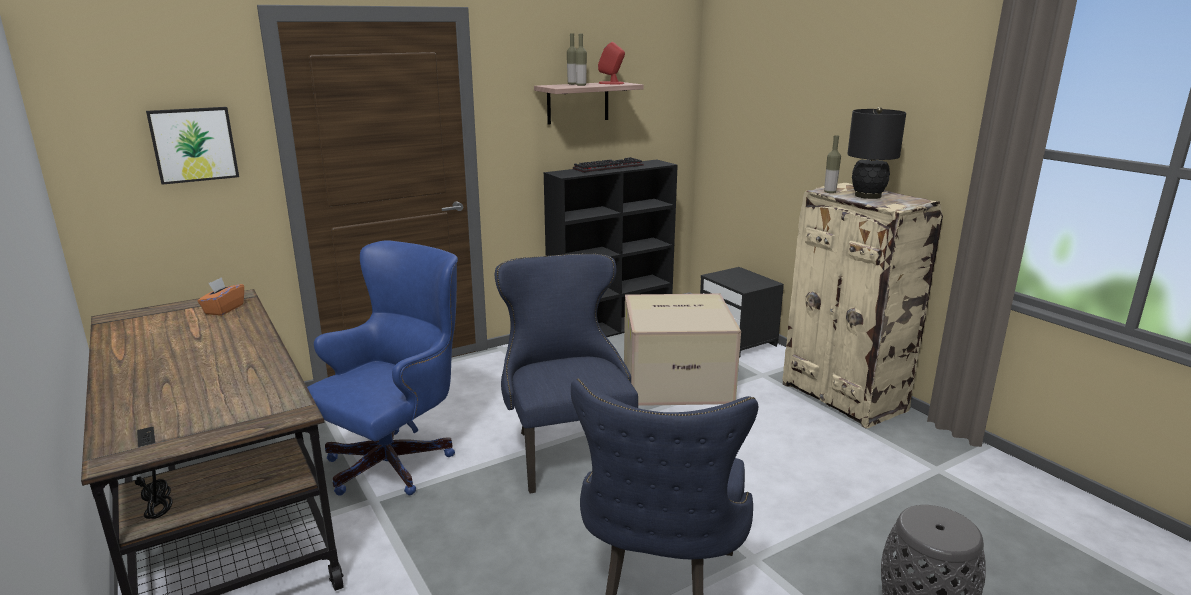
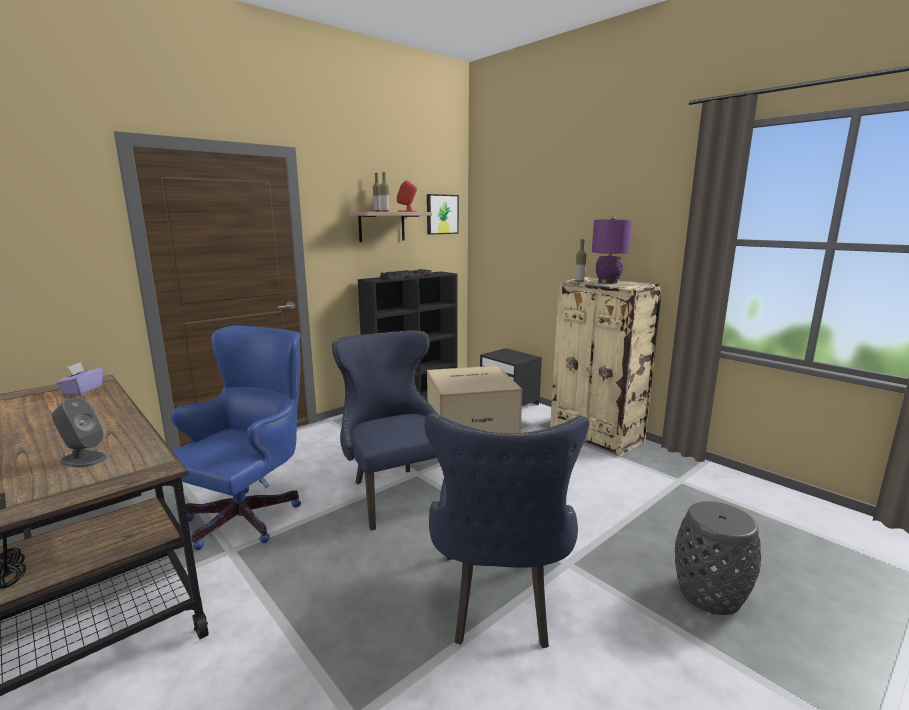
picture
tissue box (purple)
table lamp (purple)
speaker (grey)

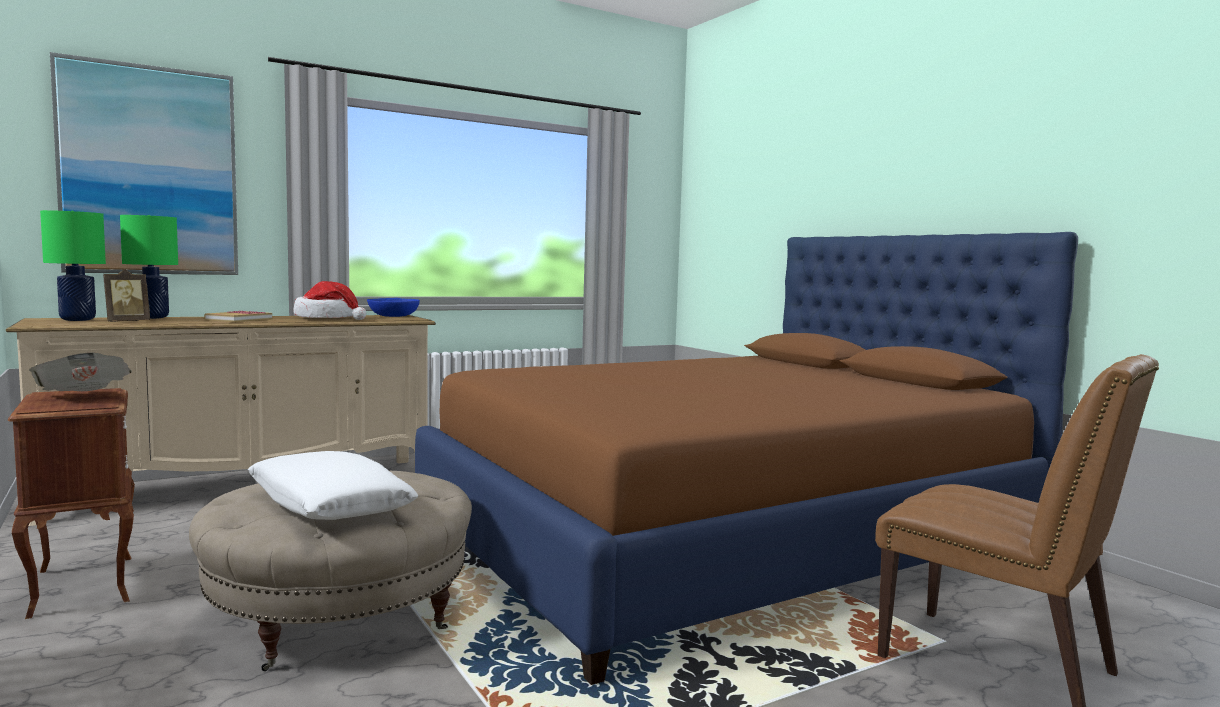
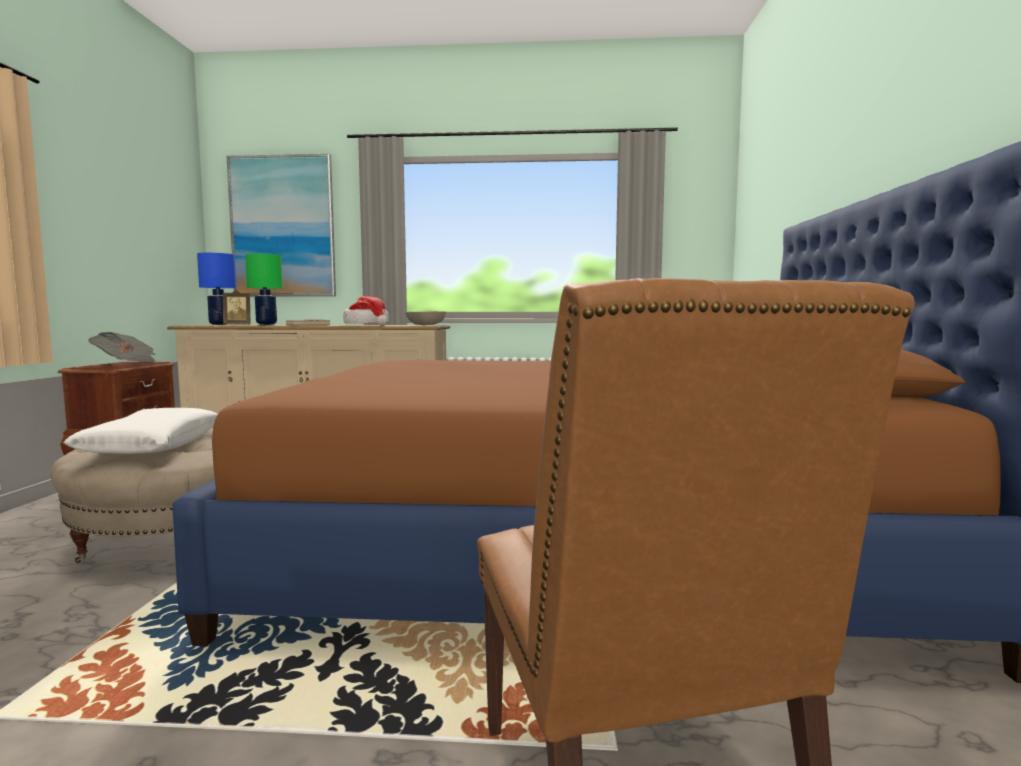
table lamp (blue)
bowl (grey)

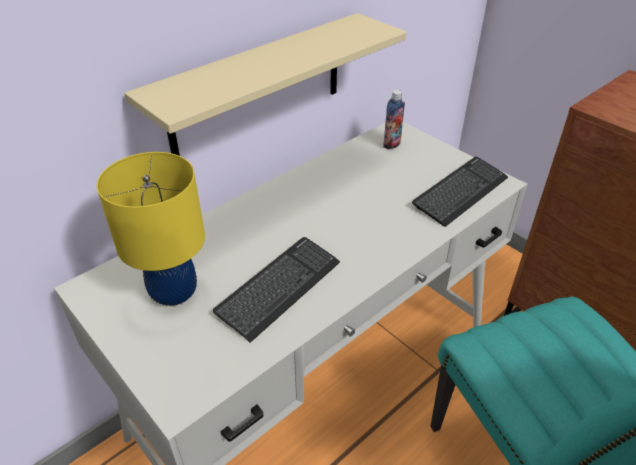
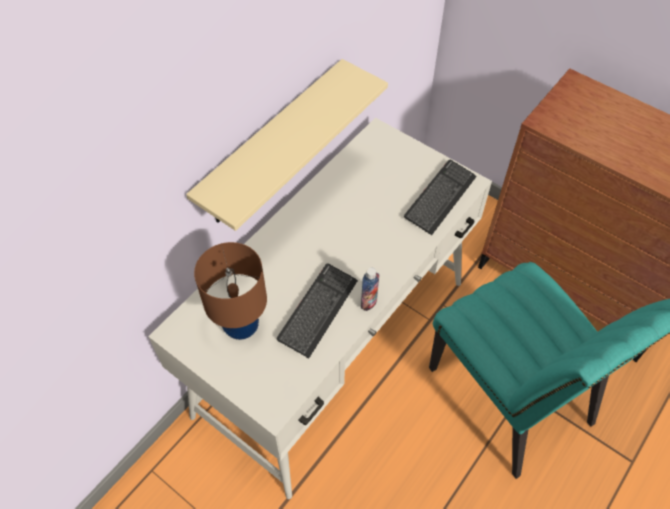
table lamp (brown)
bottle

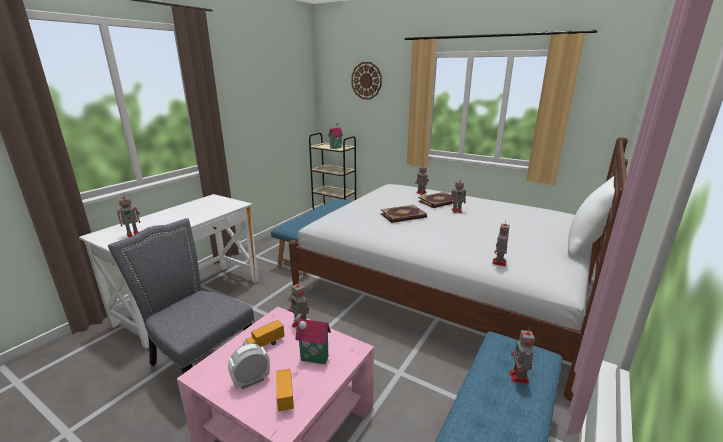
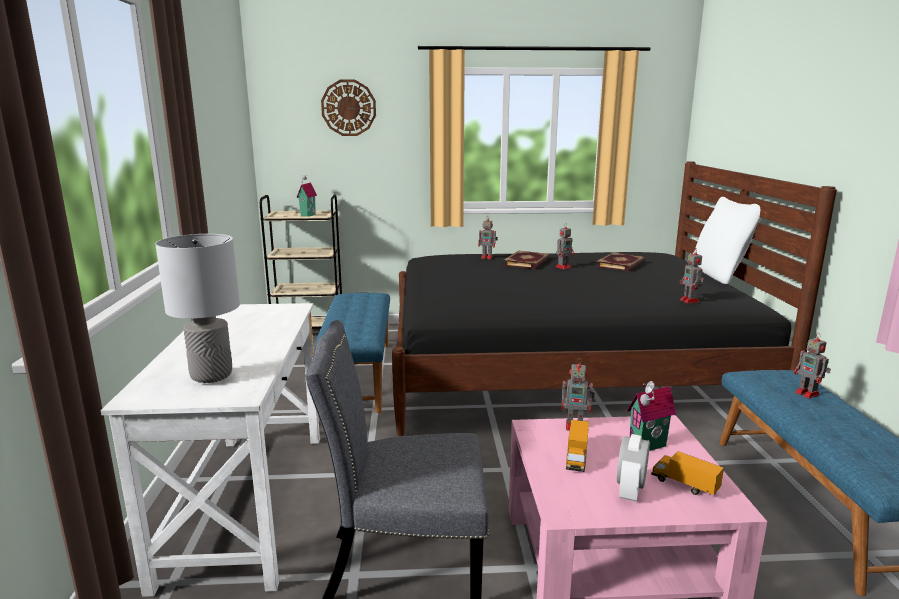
table lamp (grey)
bed (black)
book (no. 2 from left)

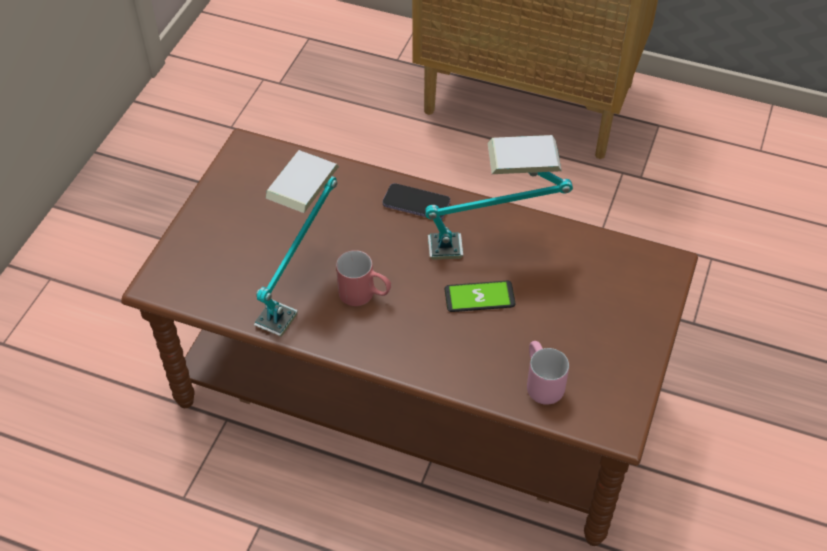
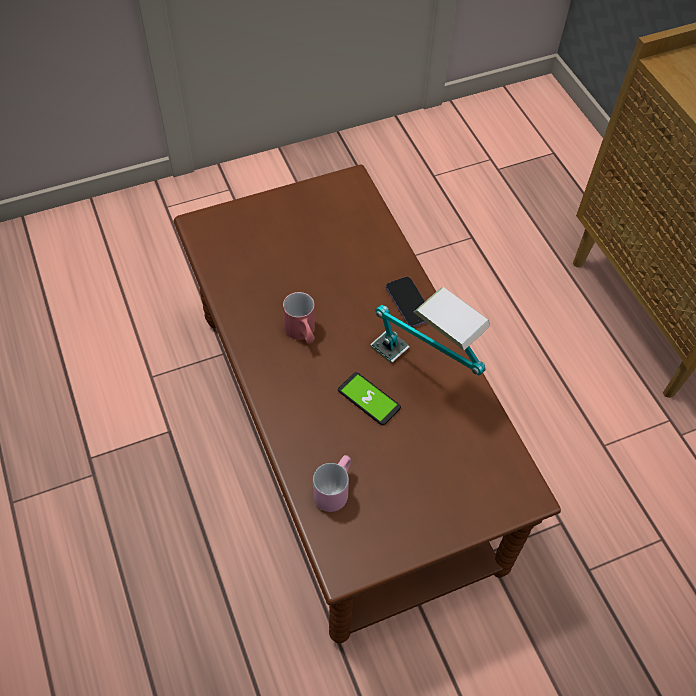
table lamp (no. 1 from left in the first image)

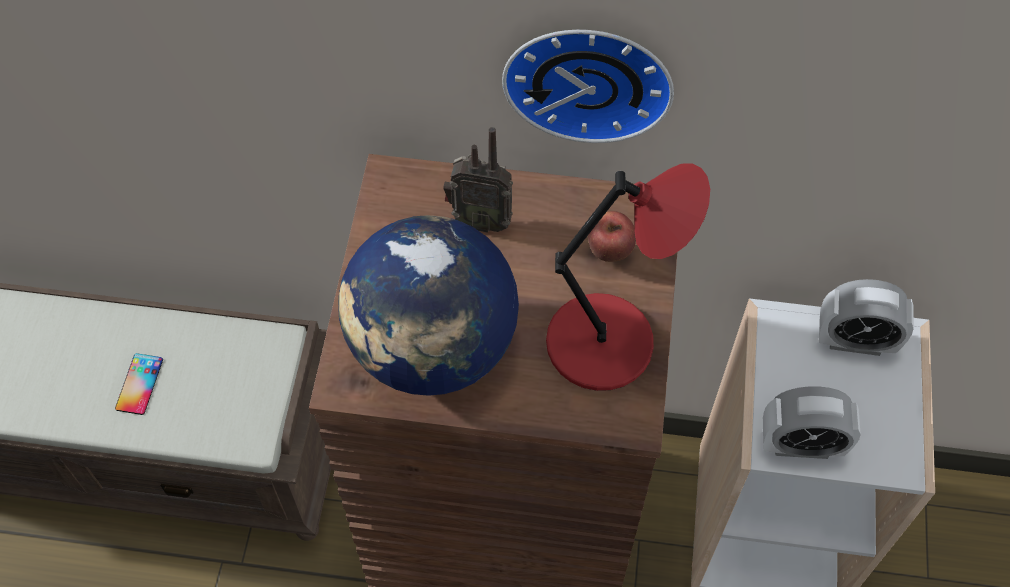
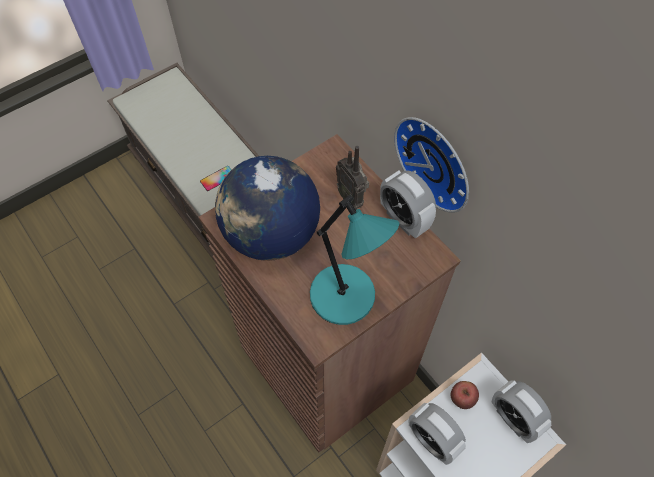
table lamp (turquoise)
apple
alarm clock (no. 1 from left)

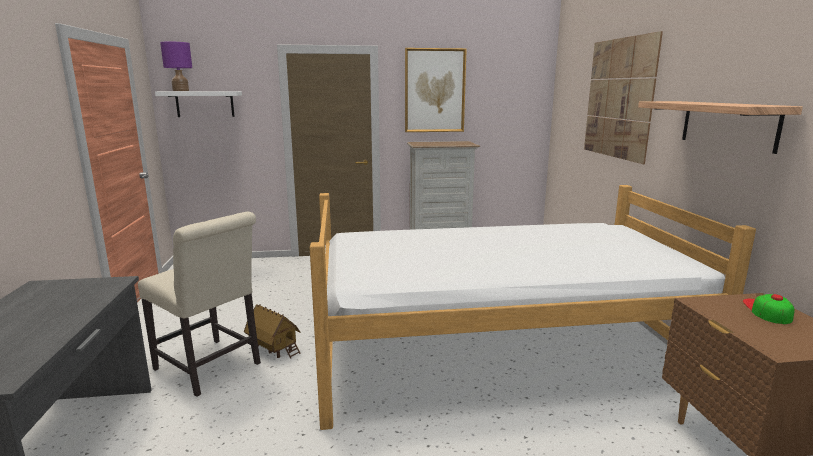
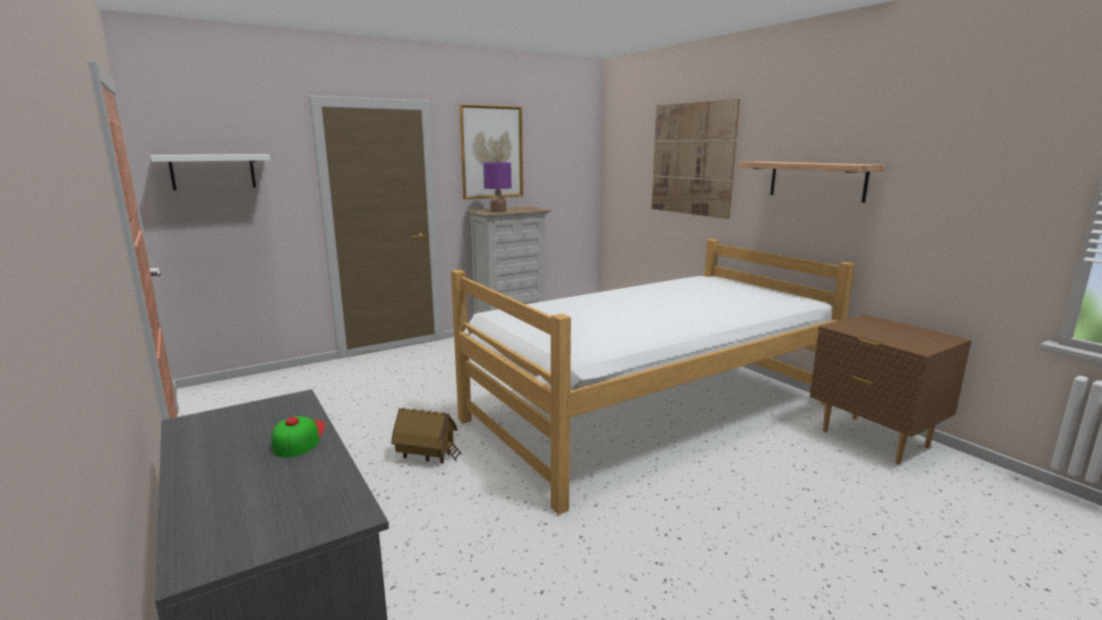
chair (beige)
table lamp (purple)
cap

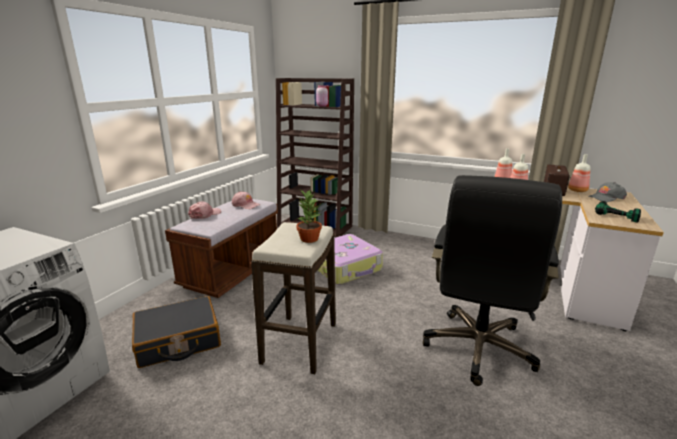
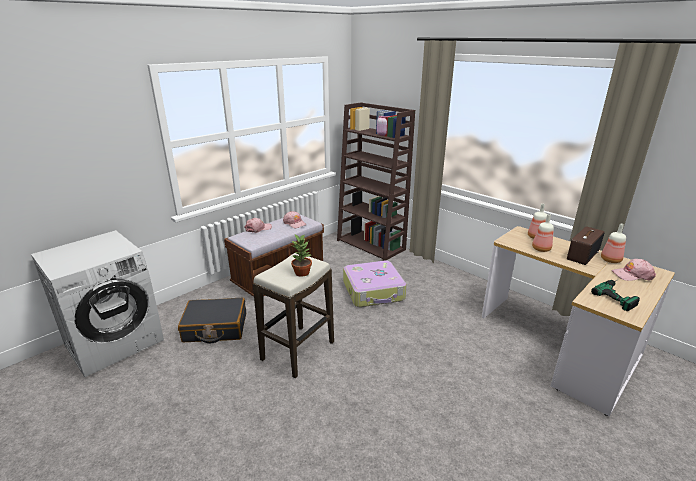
office chair (black)
cap (pink) (no. 3 from left)

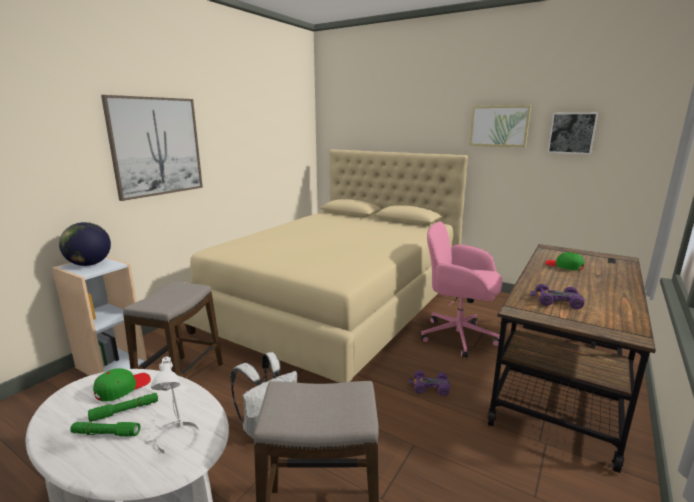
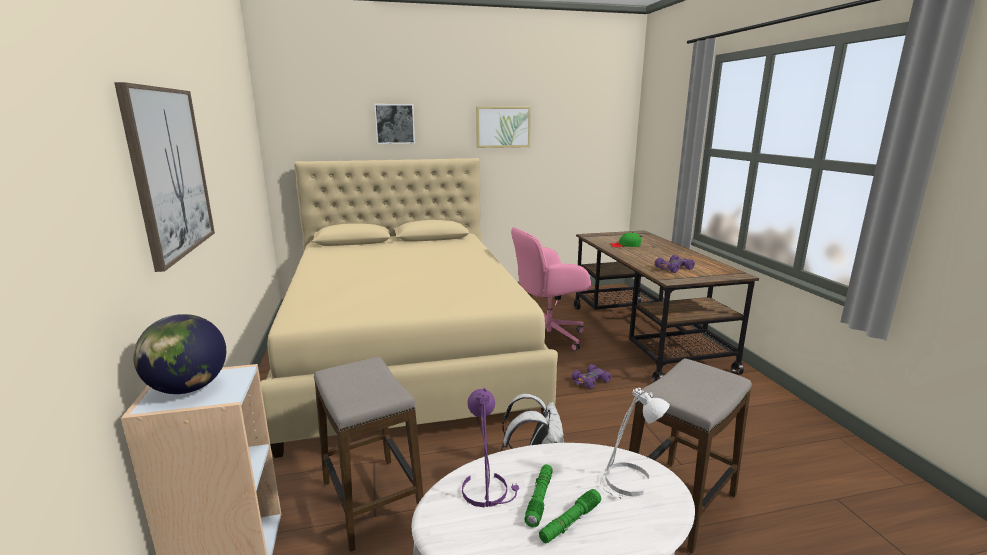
table lamp (purple)
picture (no. 2 from left)

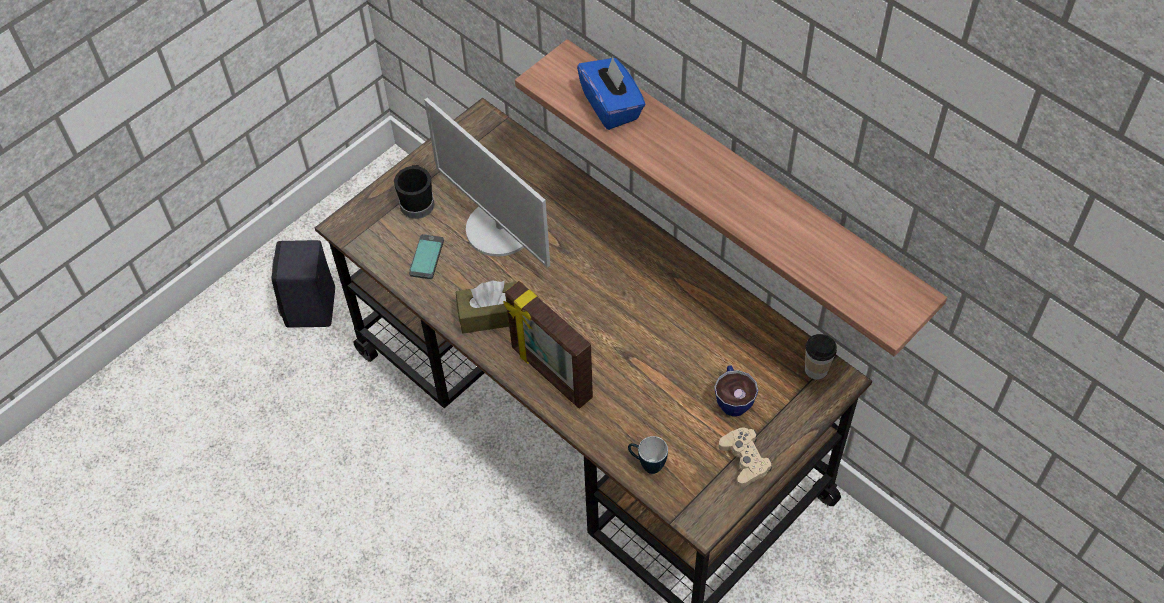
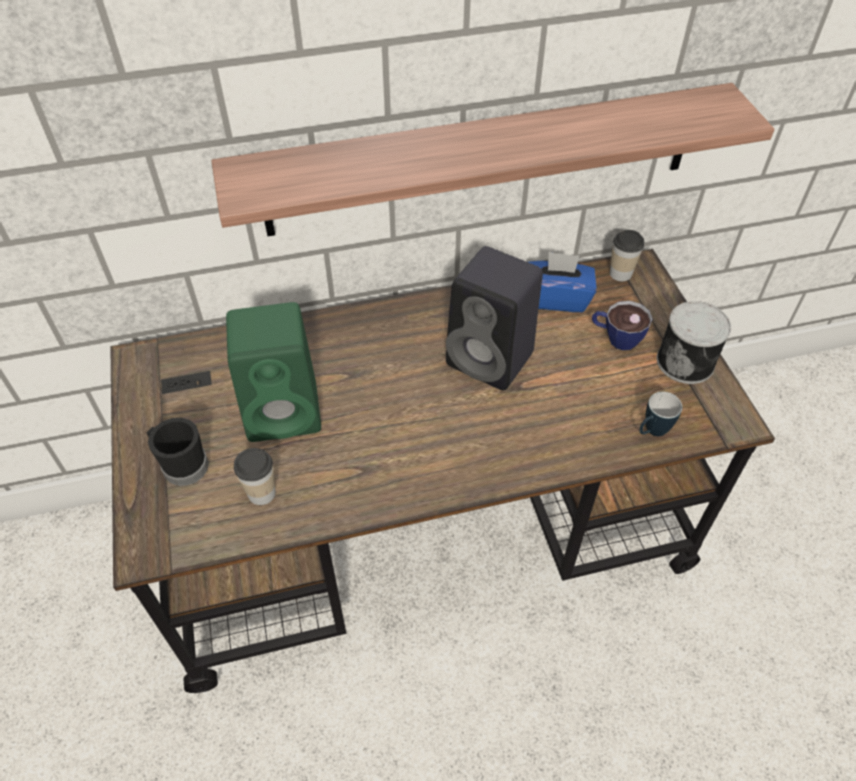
speaker (black)
cup (no. 1 from left)
speaker (green)
tissue box (brown)
picture frame
tissue box (blue)
can

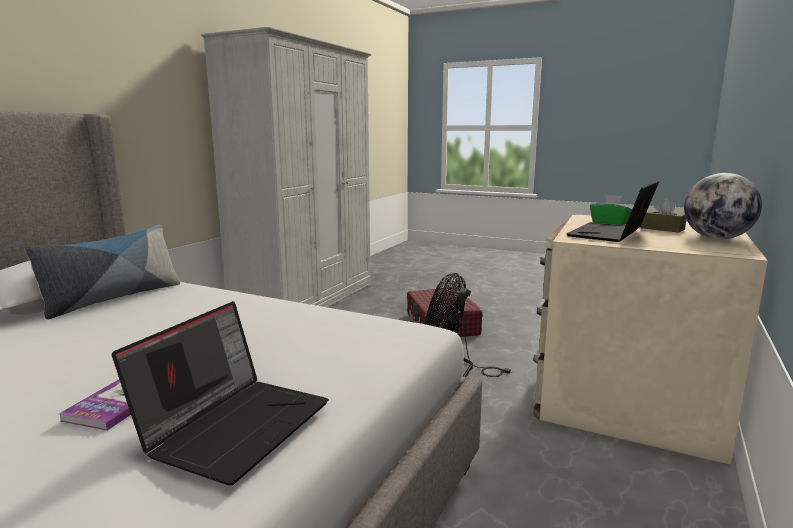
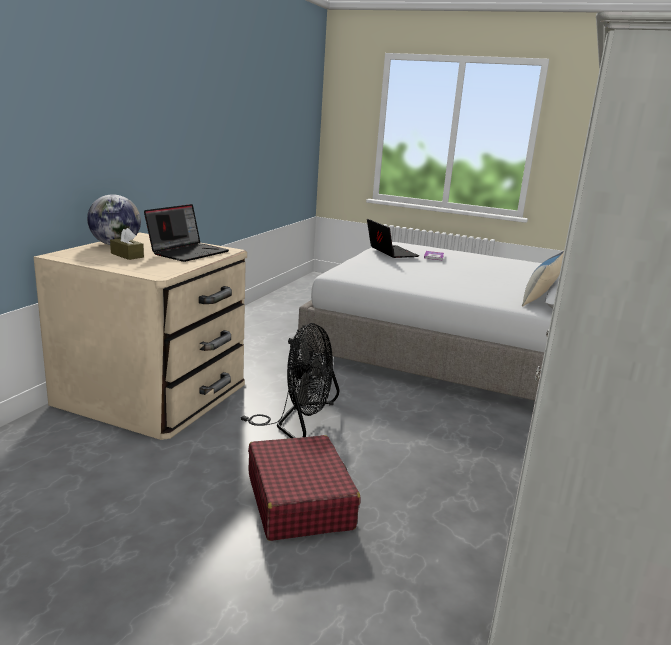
laptop (no. 2 from left)
tissue box (green)

